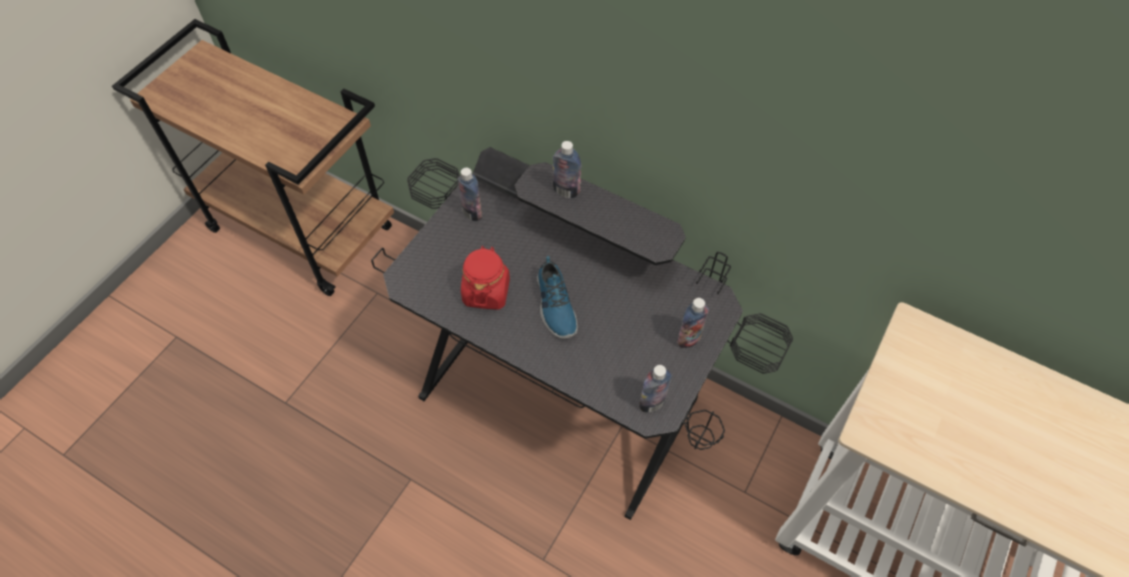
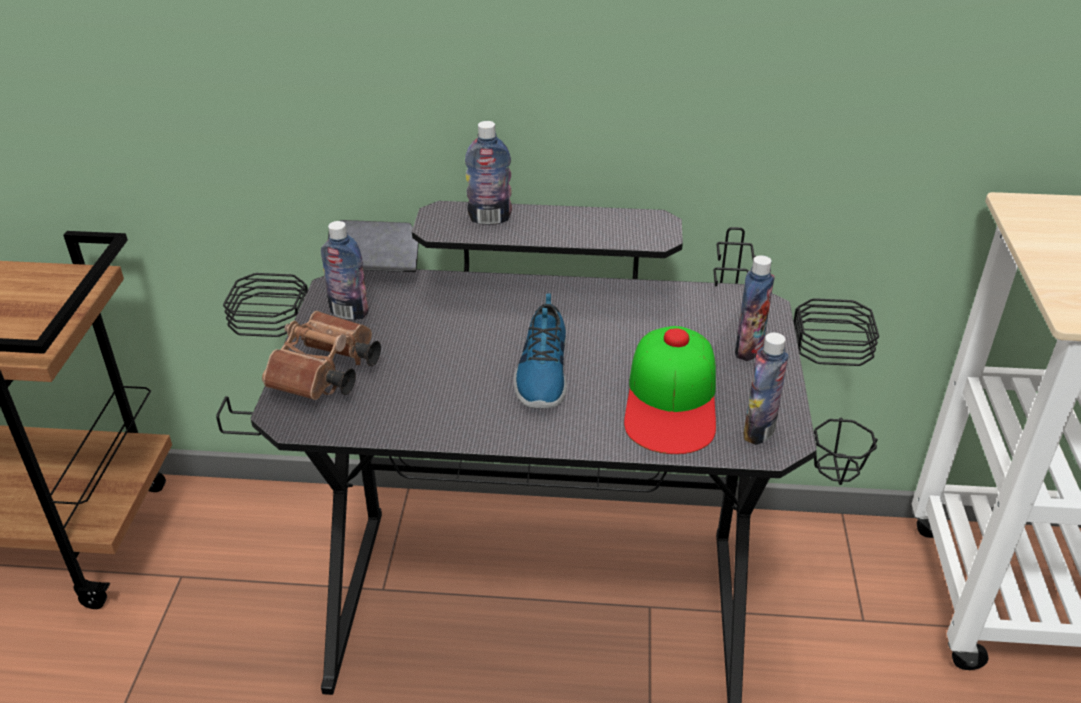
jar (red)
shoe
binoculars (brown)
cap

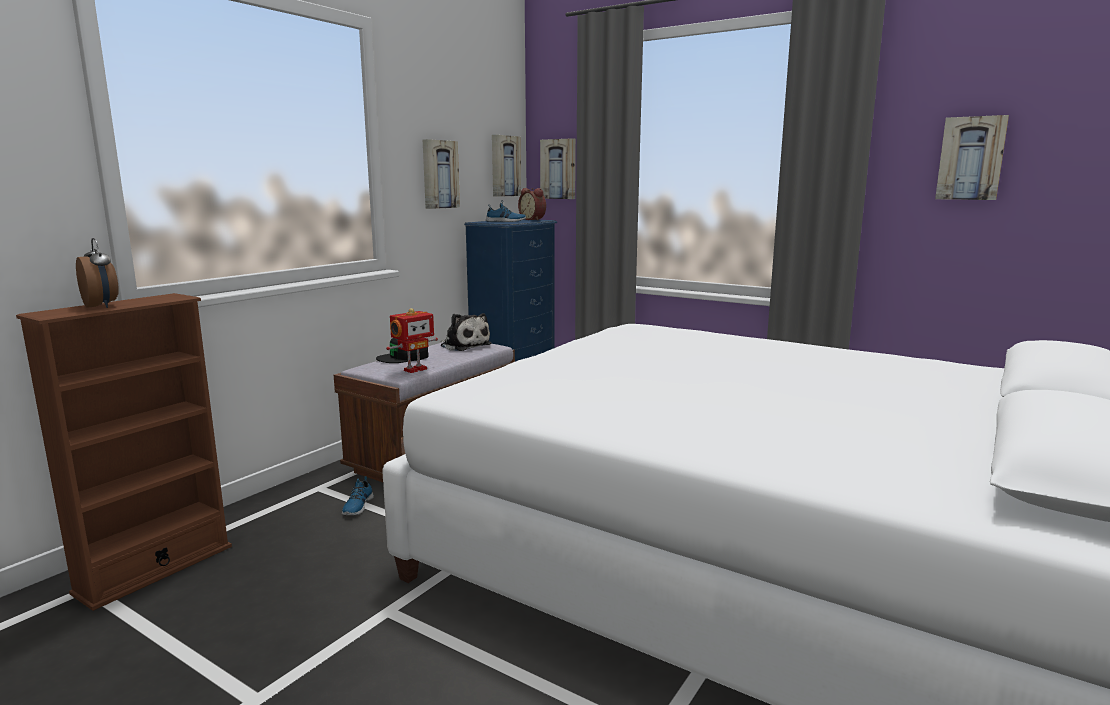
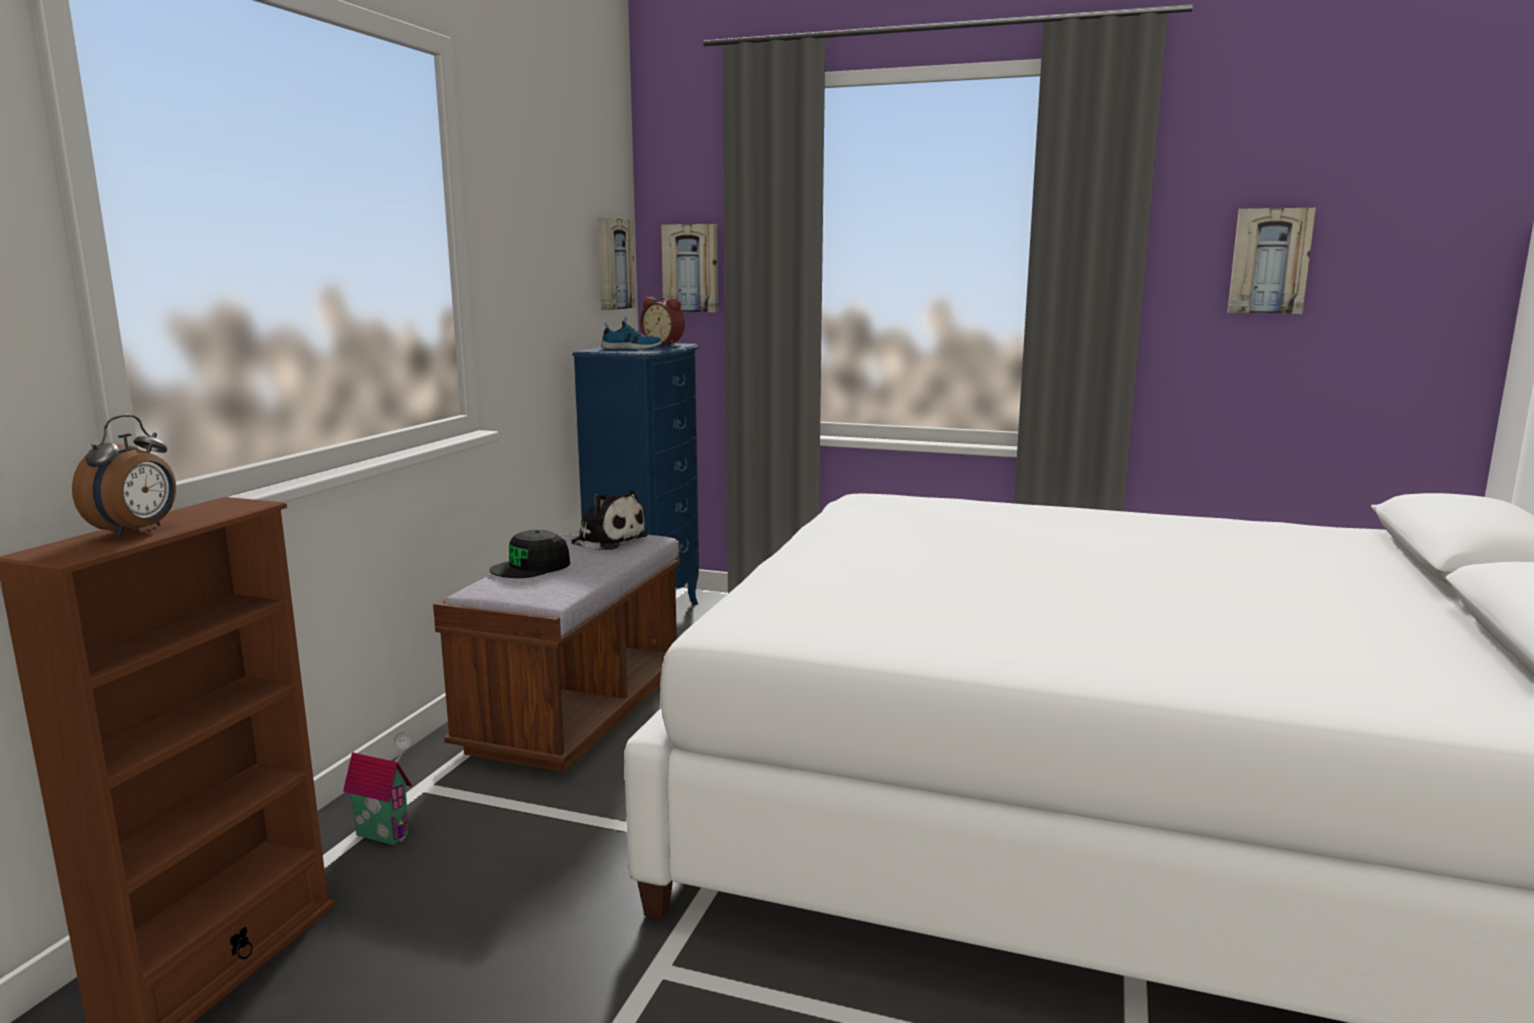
alarm clock (no. 1 from left)
shoe (no. 1 from left in the first image)
toy robot
picture (no. 1 from left in the first image)
toy house

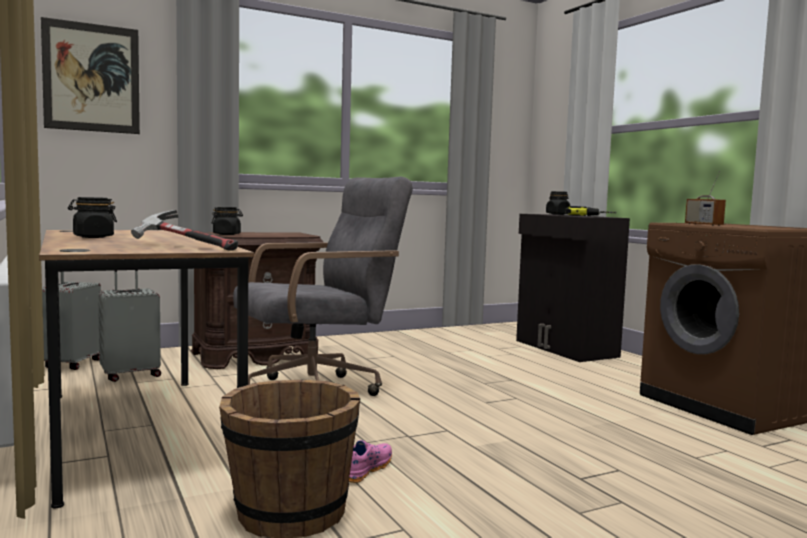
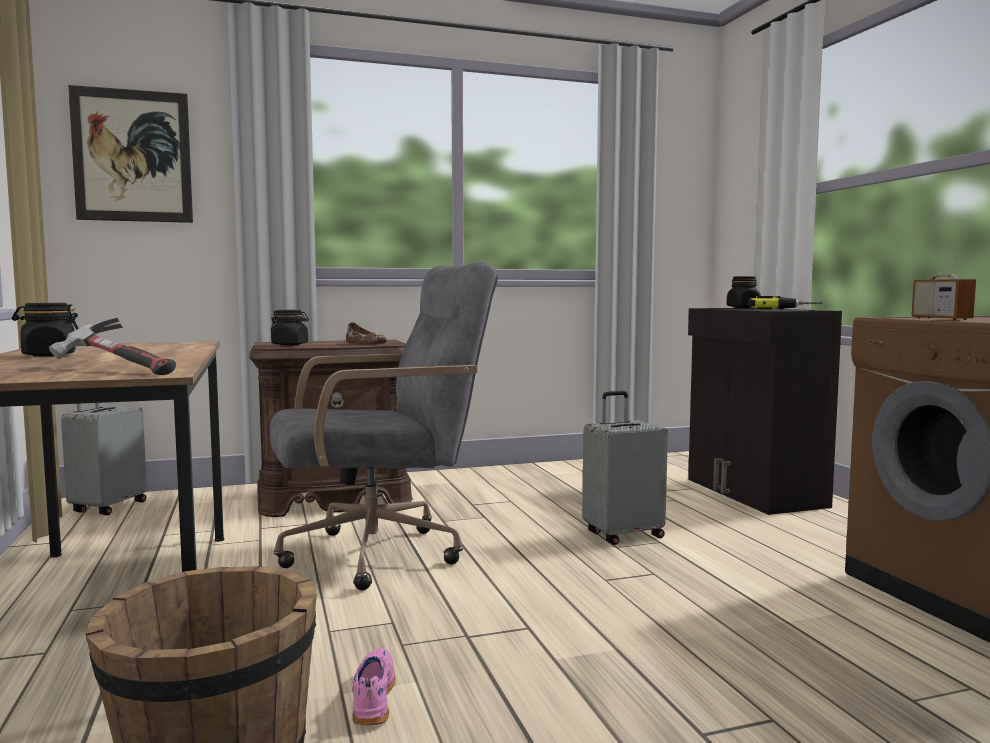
suitcase (grey) (no. 2 from left)
shoe (pink)
shoe (brown)

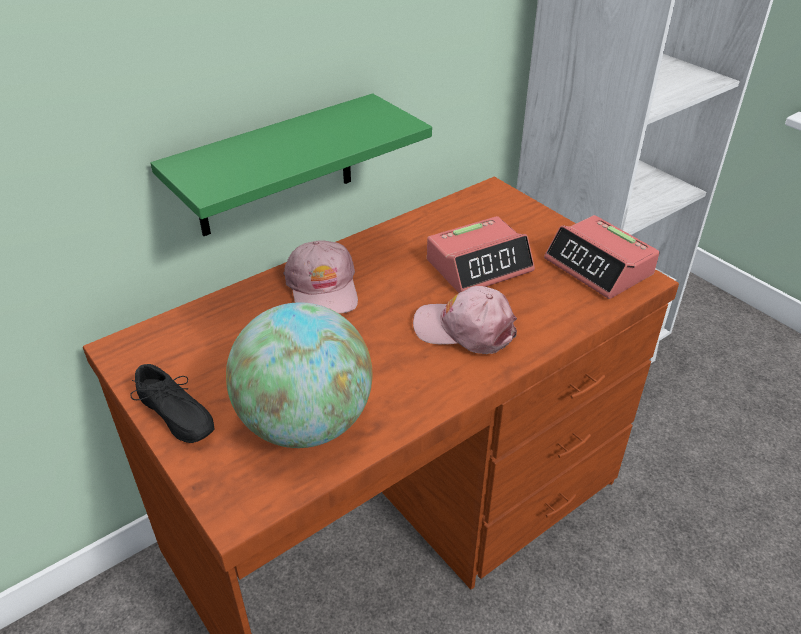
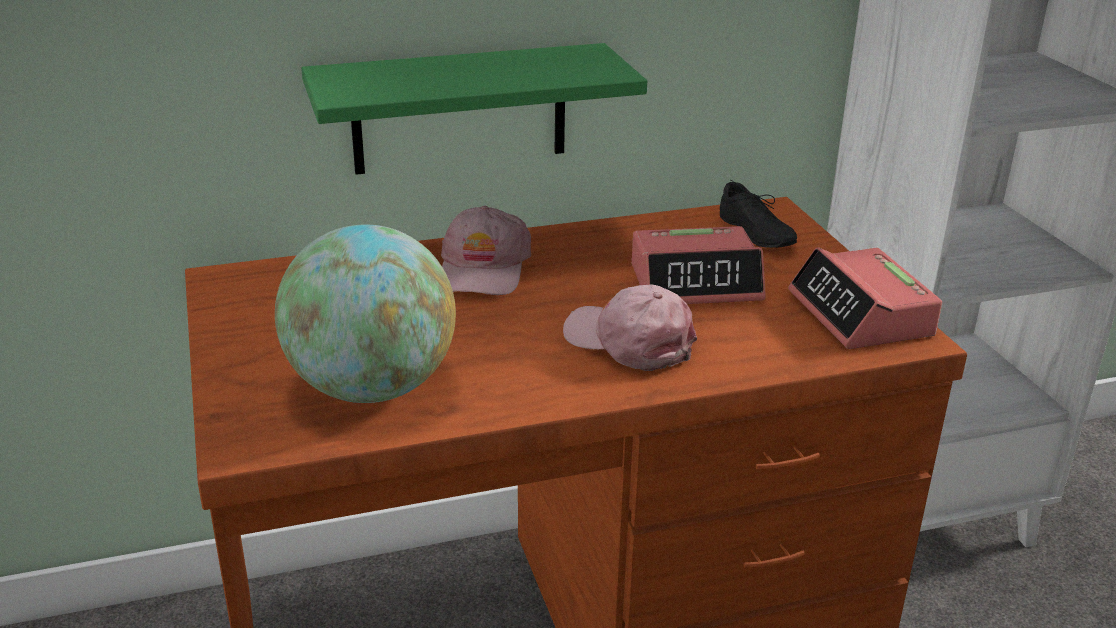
shoe (black)

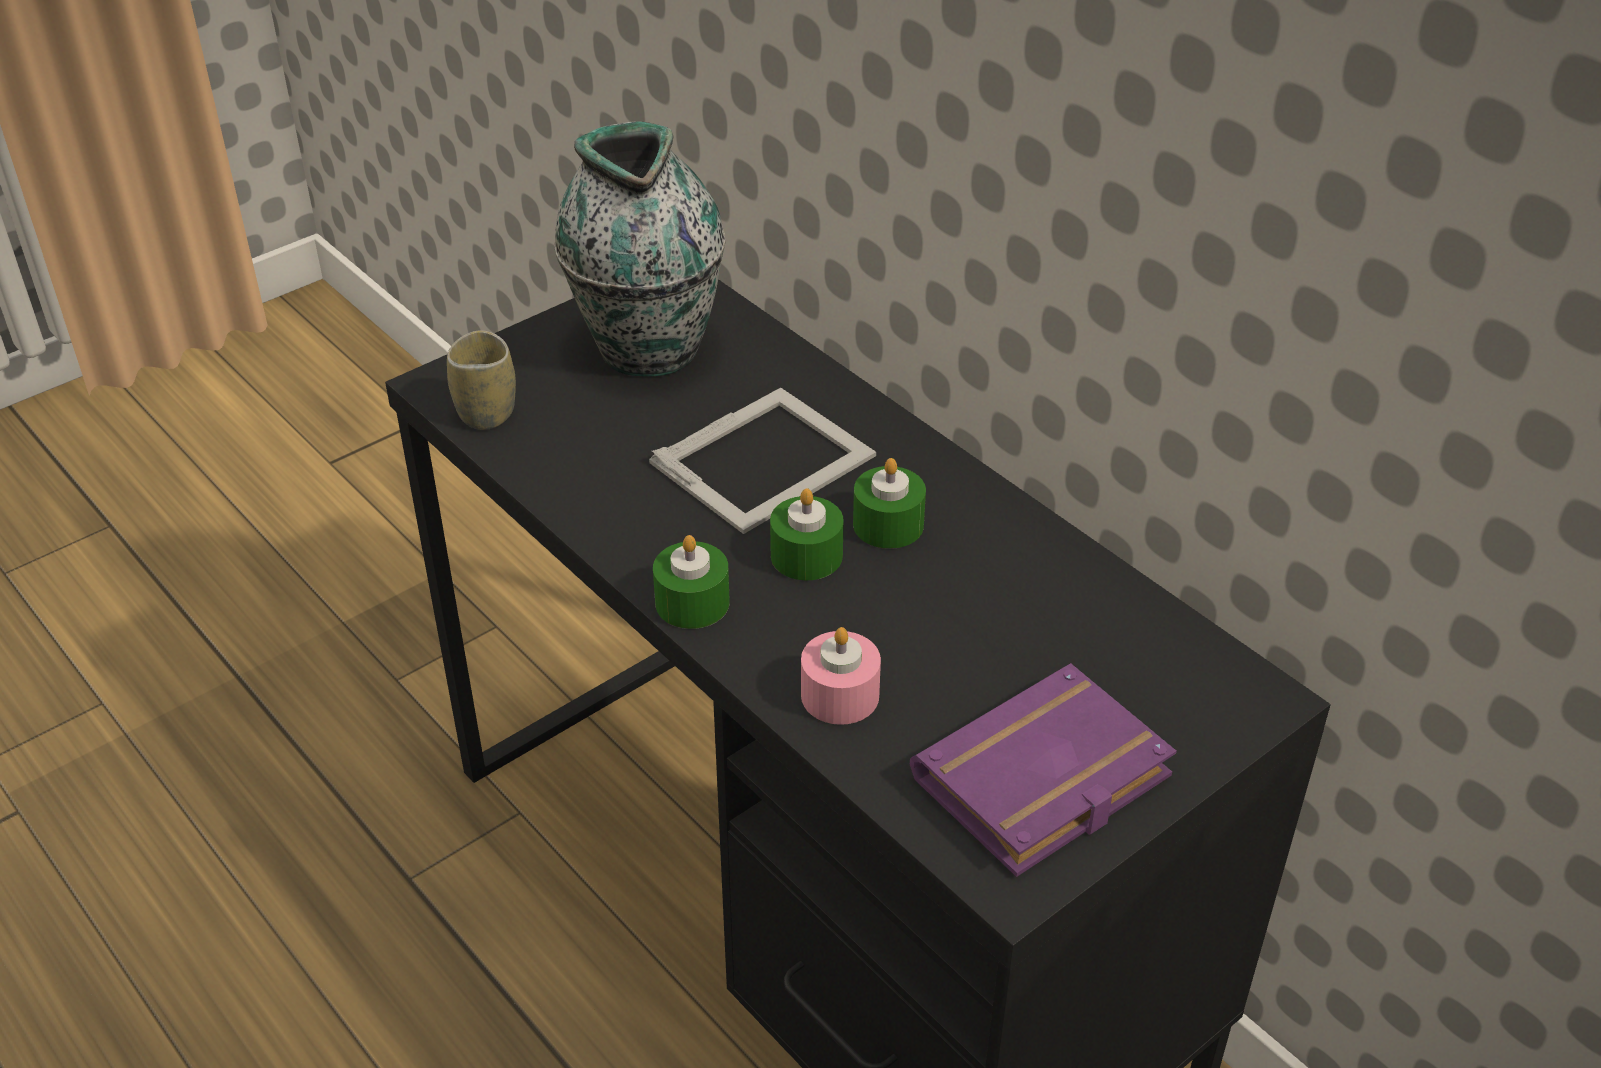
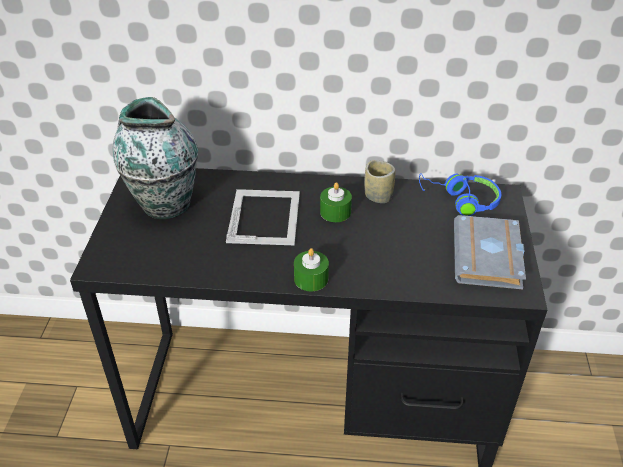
cup
candle (green) (no. 2 from left in the first image)
candle (pink)
book (grey)
headphones (blue)

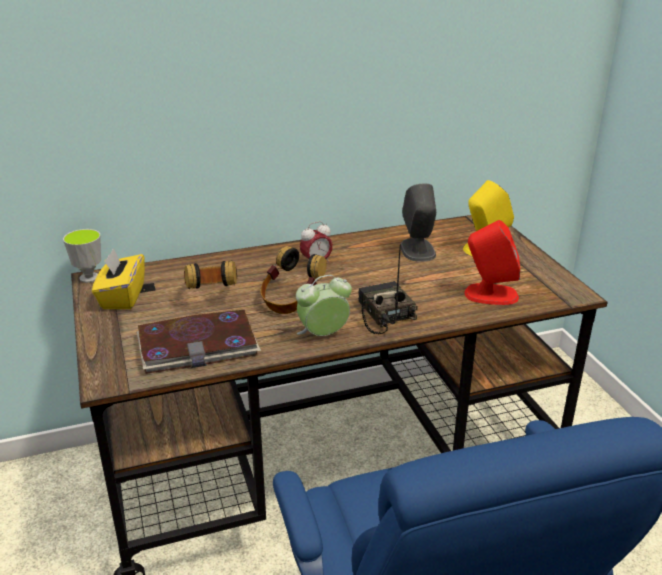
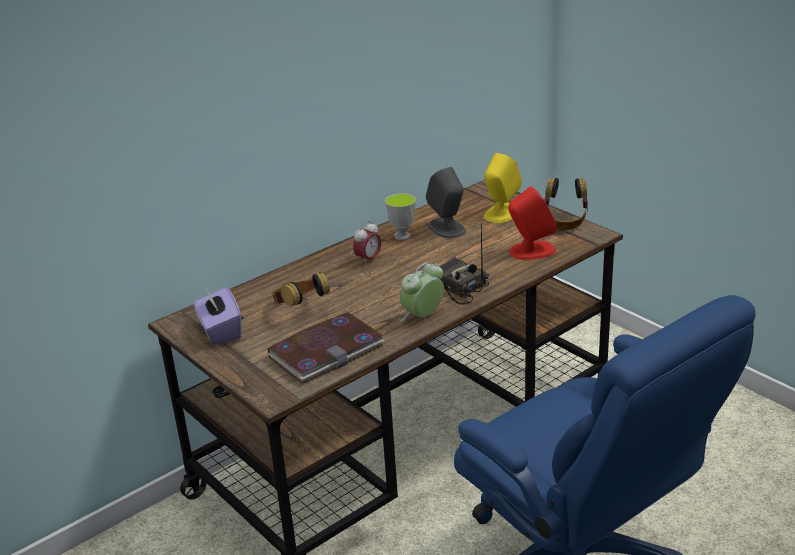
cup
tissue box (purple)
headphones (no. 2 from left)

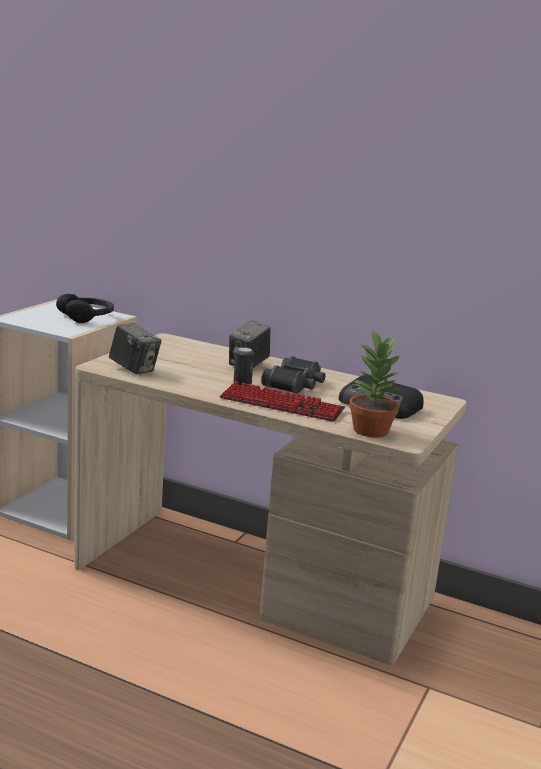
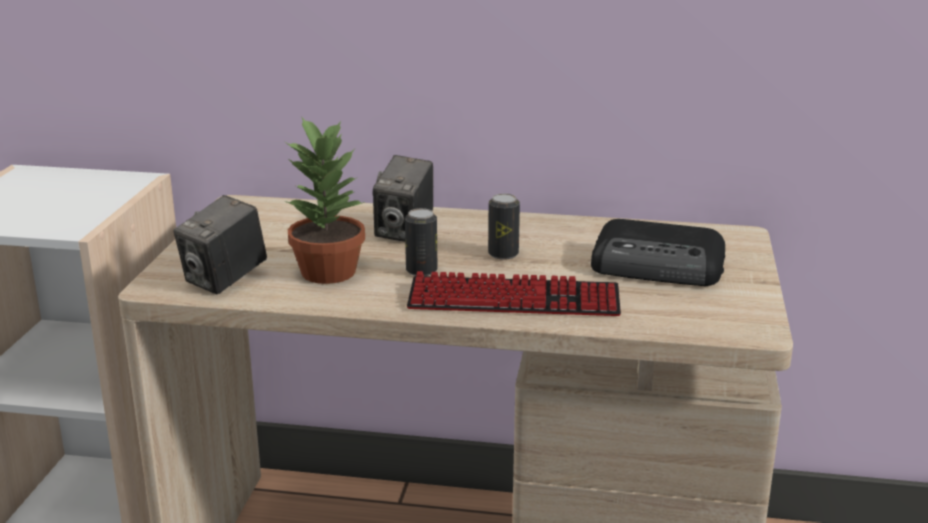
headphones (black)
photo camera (no. 1 from left)
can (no. 2 from left)
potted plant

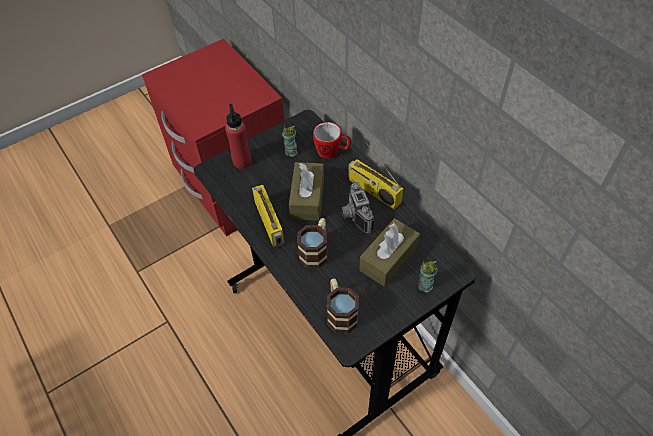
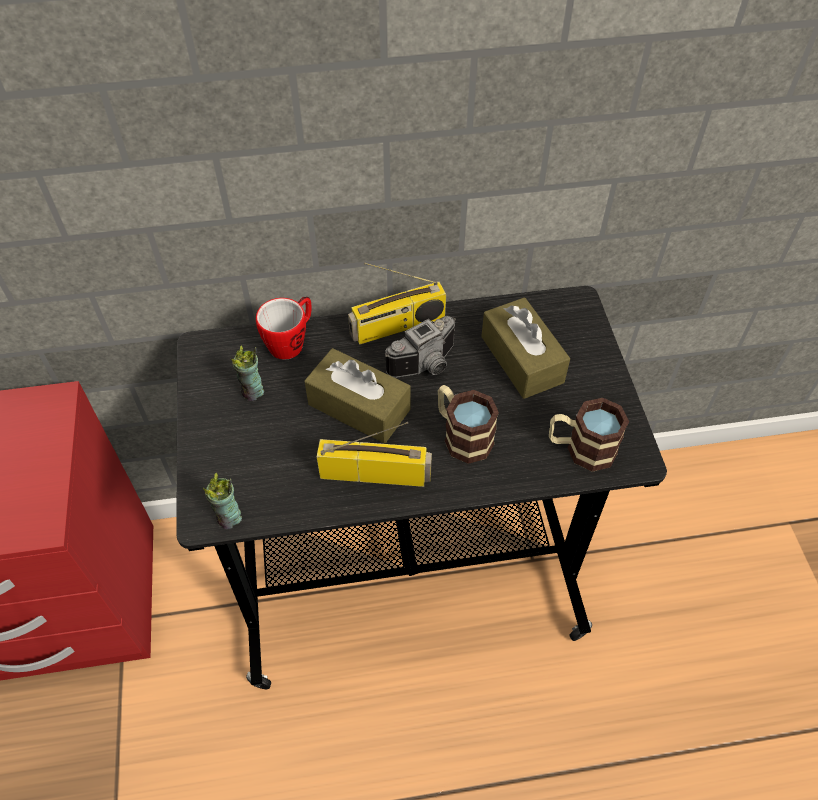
bottle (red)
photo camera
cup (no. 1 from left)

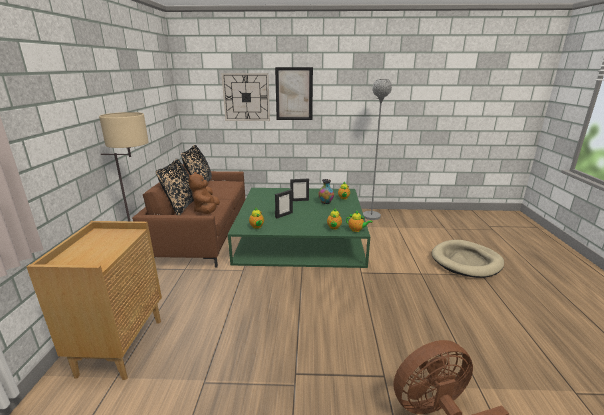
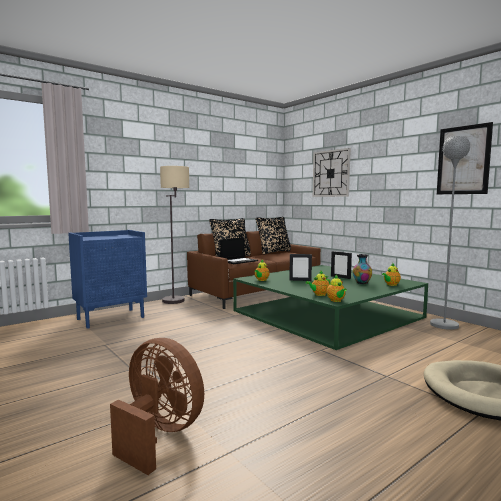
cabinet (blue)
laptop
picture

